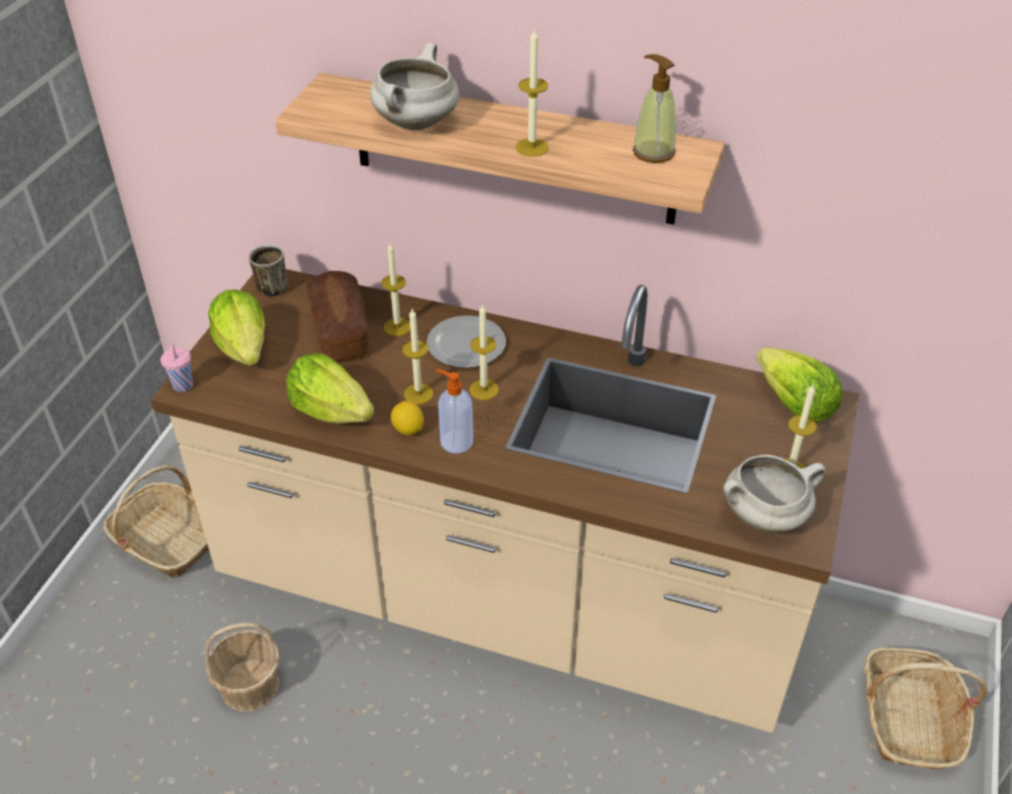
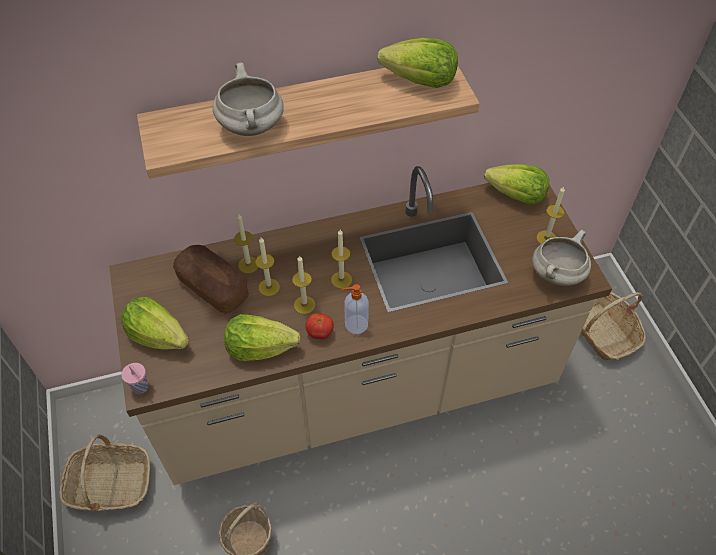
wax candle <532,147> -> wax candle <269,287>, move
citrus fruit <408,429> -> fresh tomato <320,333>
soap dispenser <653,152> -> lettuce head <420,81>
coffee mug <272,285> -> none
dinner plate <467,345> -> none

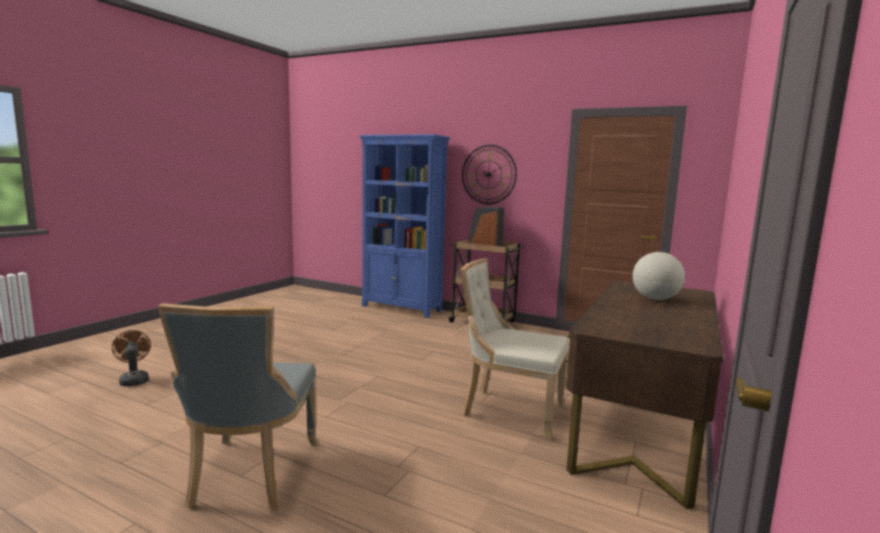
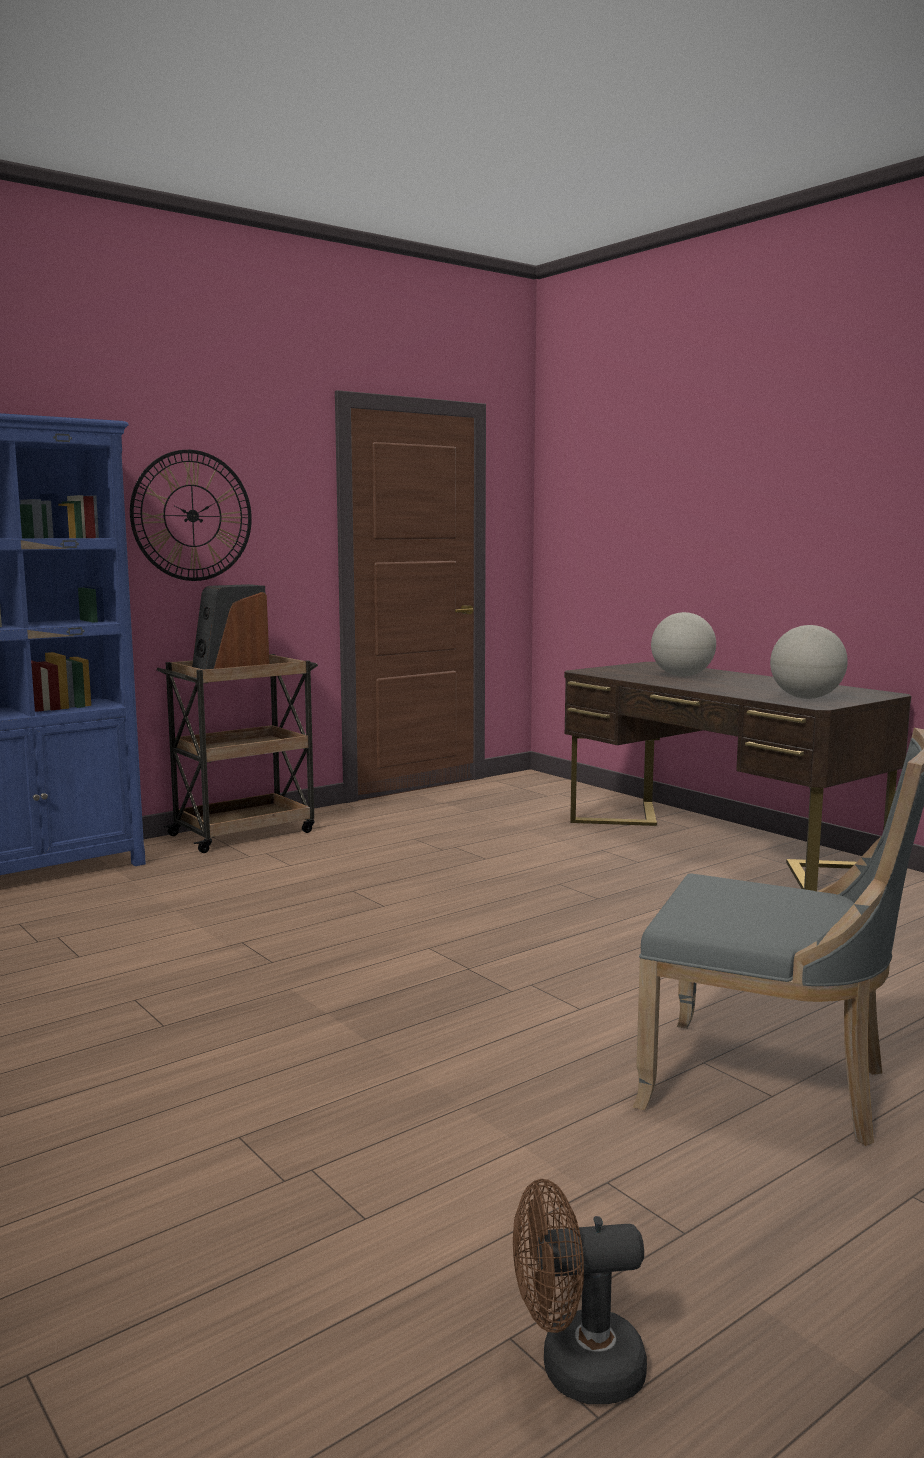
brown electric fan <134,380> -> brown electric fan <575,1369>, move
none -> globe <806,698>
beige plain chair <509,410> -> none

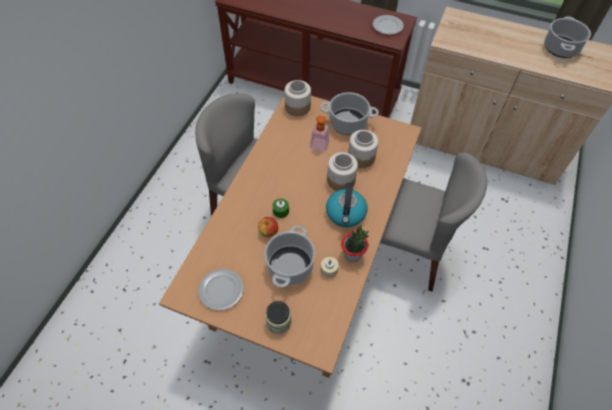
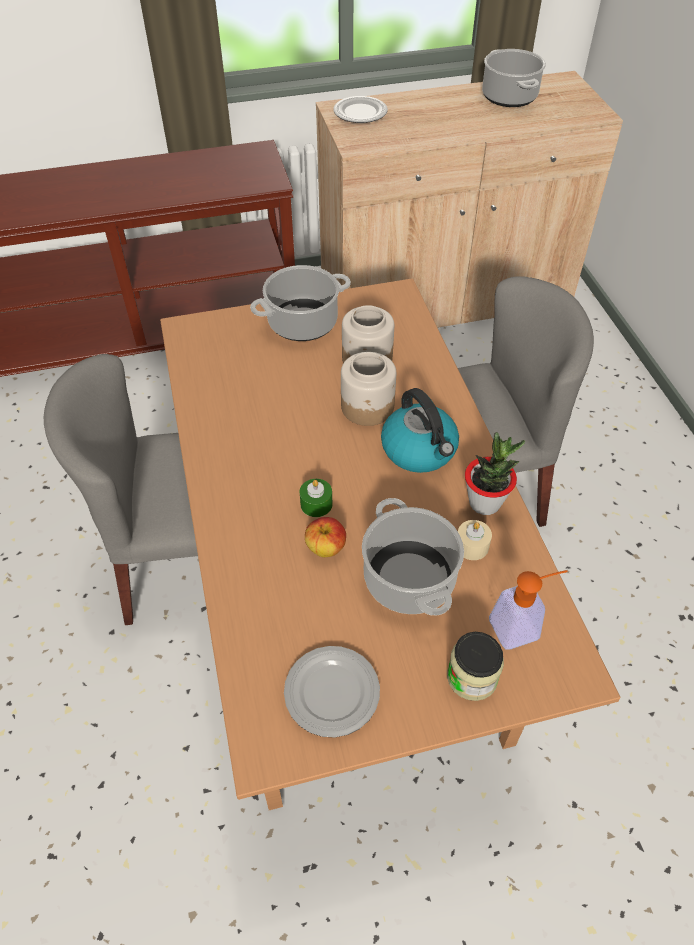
dinner plate <388,26> -> dinner plate <360,113>, move
soap dispenser <323,146> -> soap dispenser <521,626>, move
storage jar <297,107> -> none

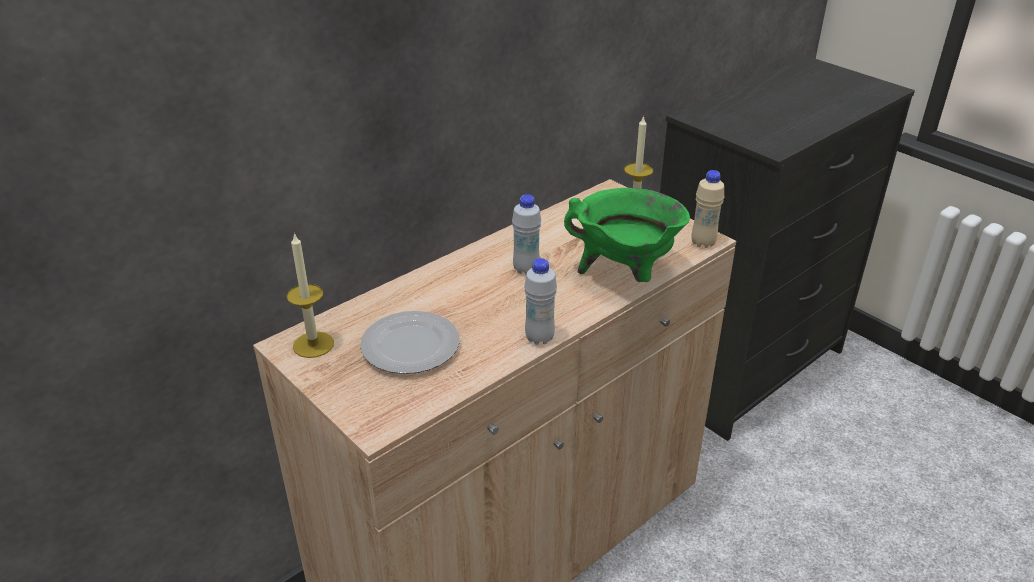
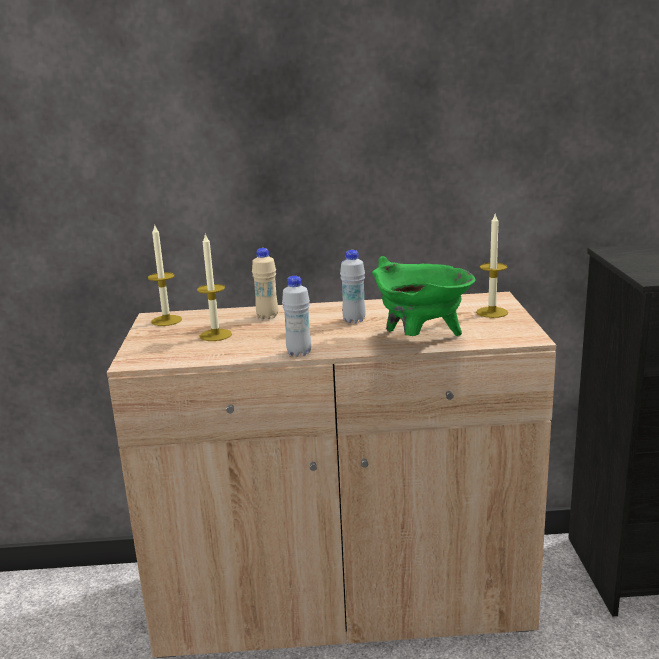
dinner plate <410,346> -> wax candle <215,335>
beige beverage bottle <703,243> -> beige beverage bottle <267,316>, move

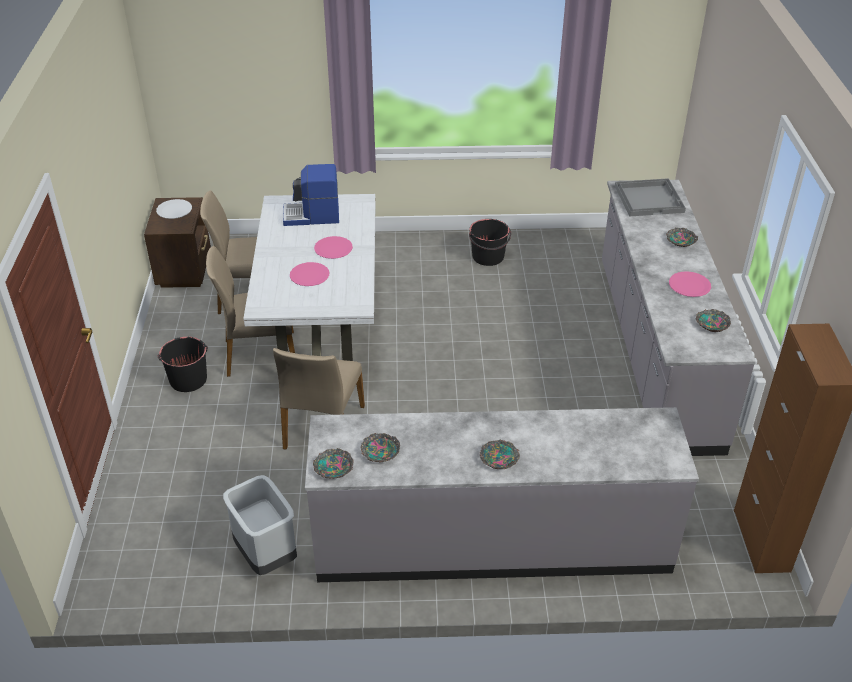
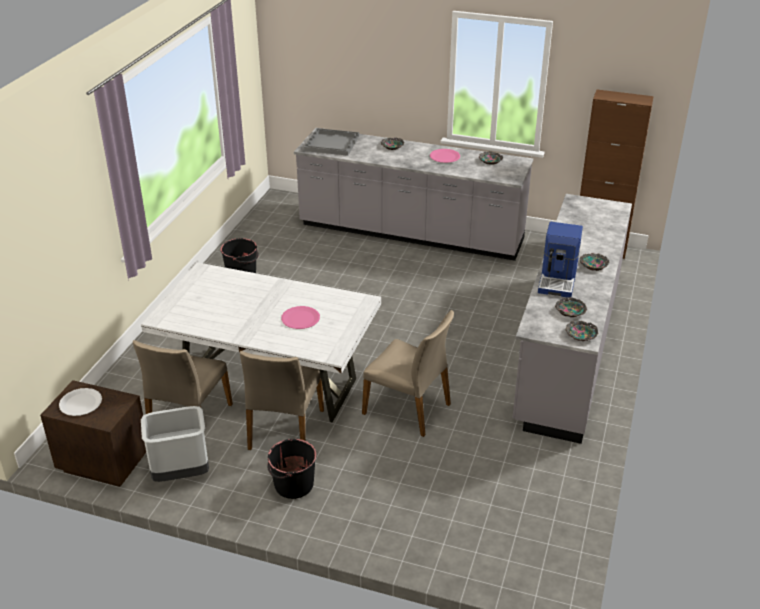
gray rubbish bin <265,555> -> gray rubbish bin <180,474>, move
coffee brewer <312,216> -> coffee brewer <558,279>, move
pink dinner plate <333,248> -> none

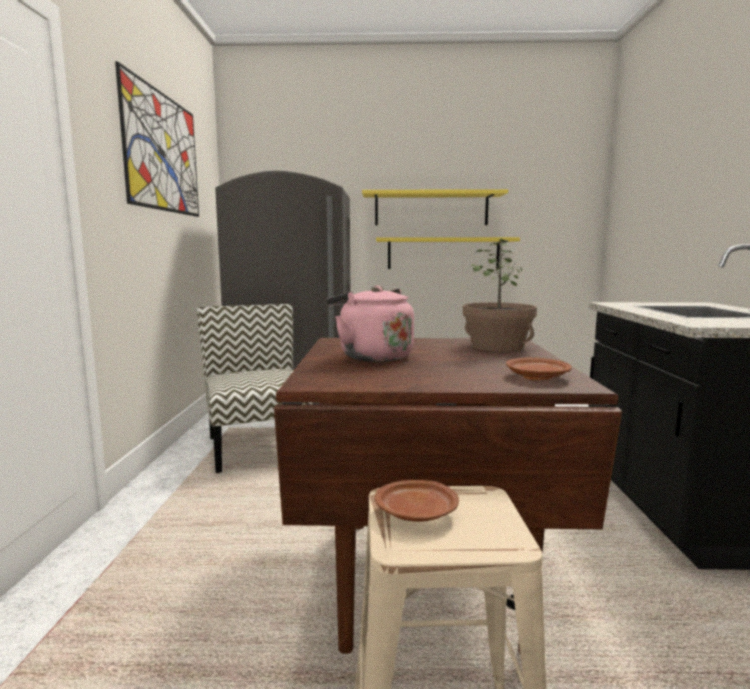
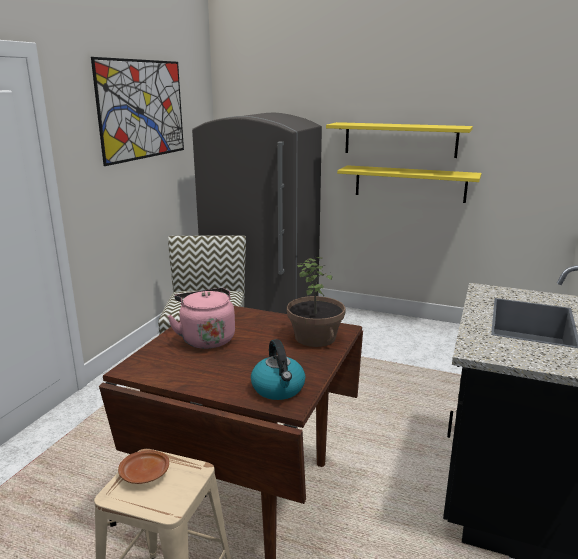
brown dinner plate <536,377> -> kettle <278,389>

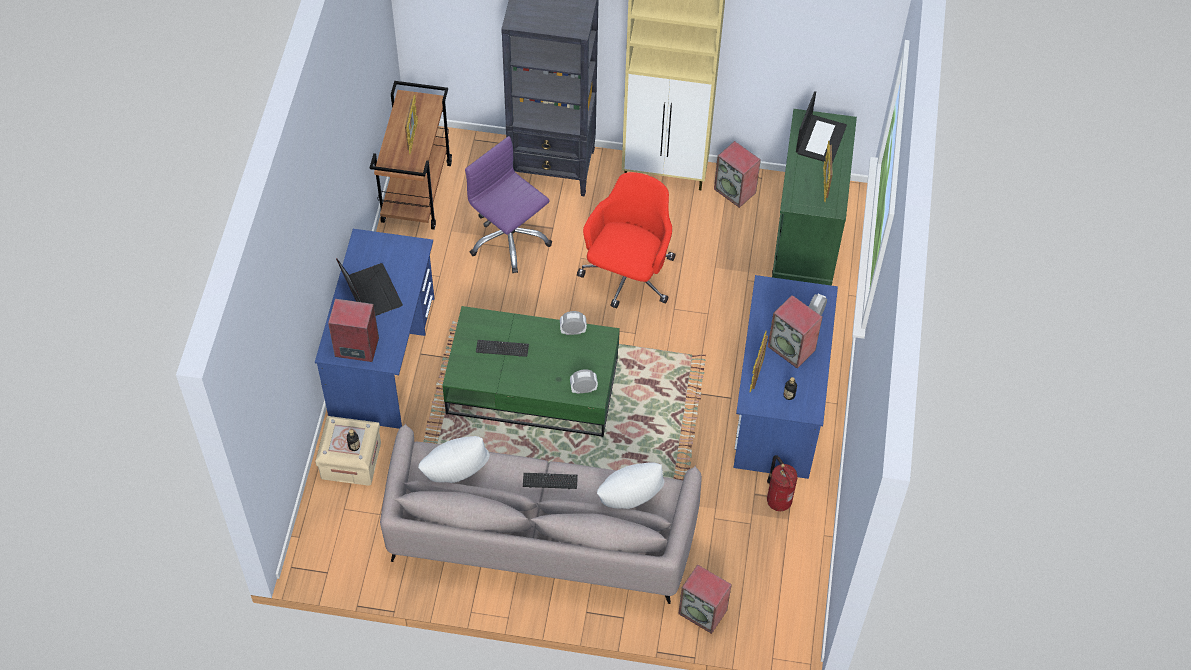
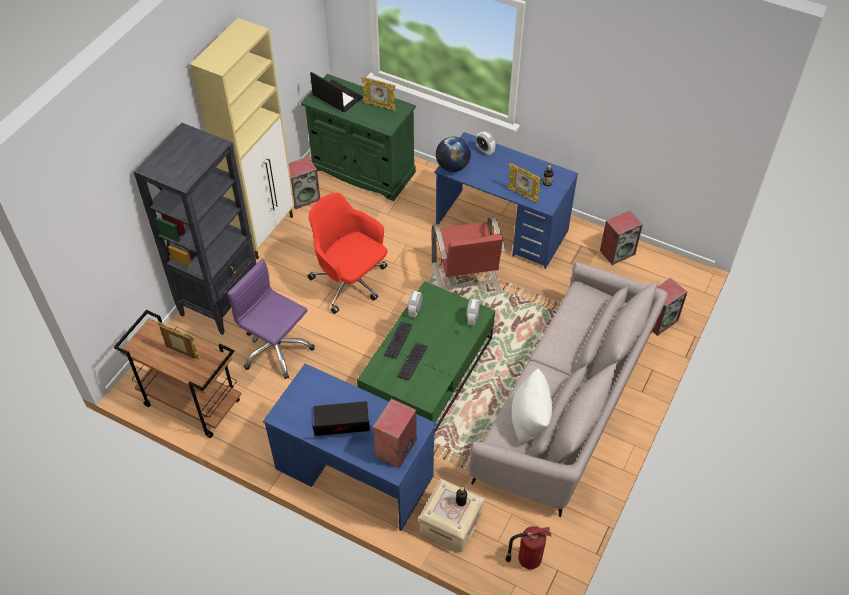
purple computer chair <508,239> -> purple computer chair <276,350>, 60 degrees clockwise
keyboard <550,481> -> keyboard <398,340>, move
none -> red plain chair <465,279>
none -> globe <452,166>
fire extinguisher <778,499> -> fire extinguisher <527,559>, move
speaker <792,348> -> speaker <617,252>, move
white-coloured pillow <630,504> -> none

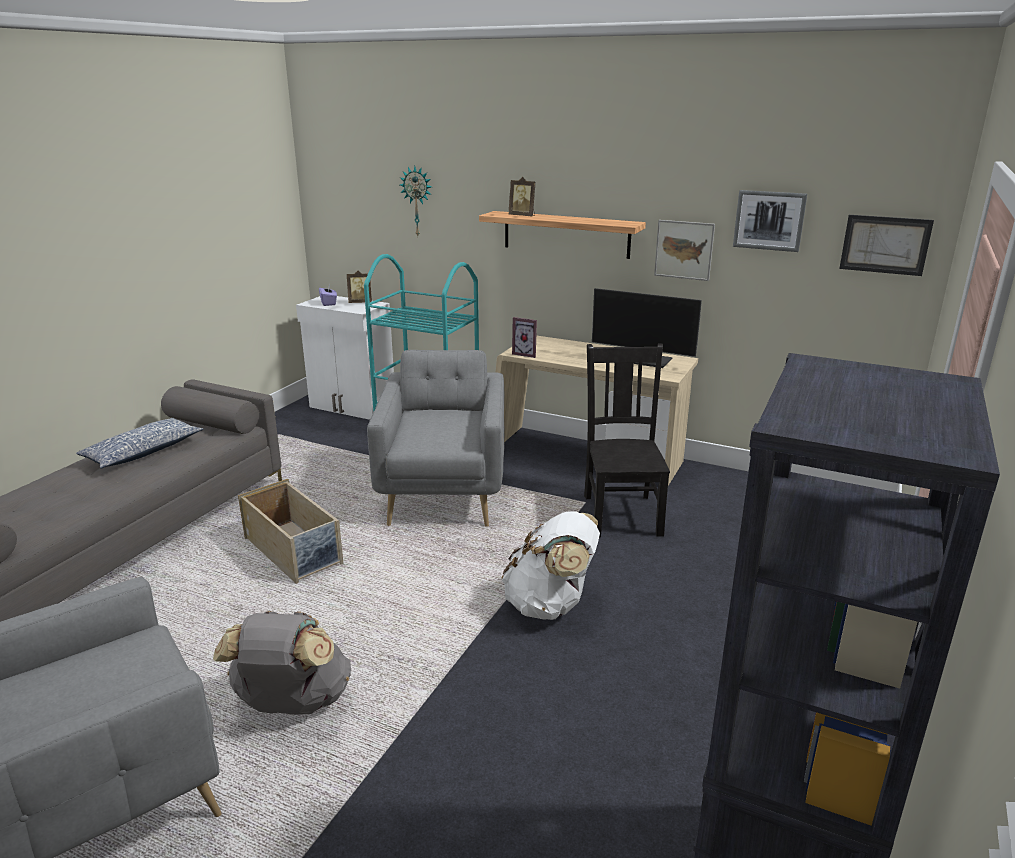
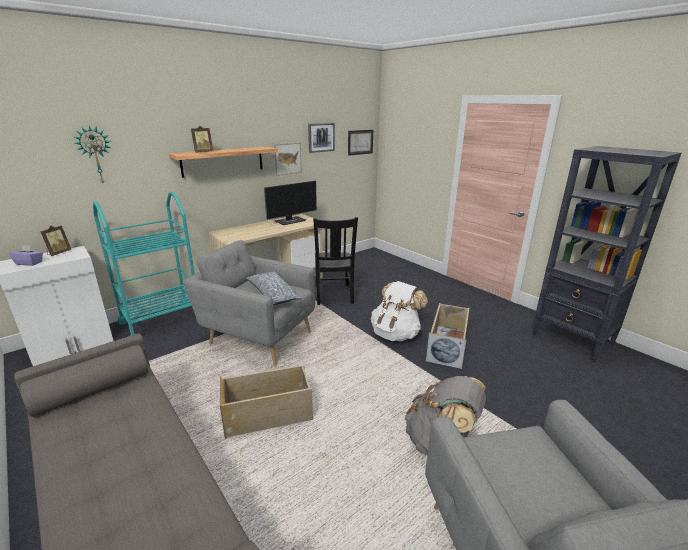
pillow <142,452> -> pillow <272,294>, move
blackish plain chair <621,513> -> blackish plain chair <333,295>, 120 degrees counterclockwise
none -> beige storage box <447,345>
picture frame <526,354> -> none

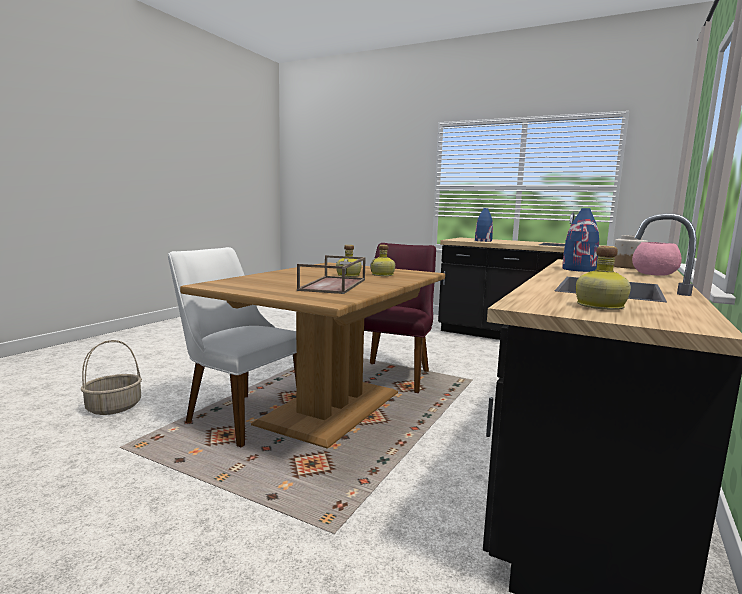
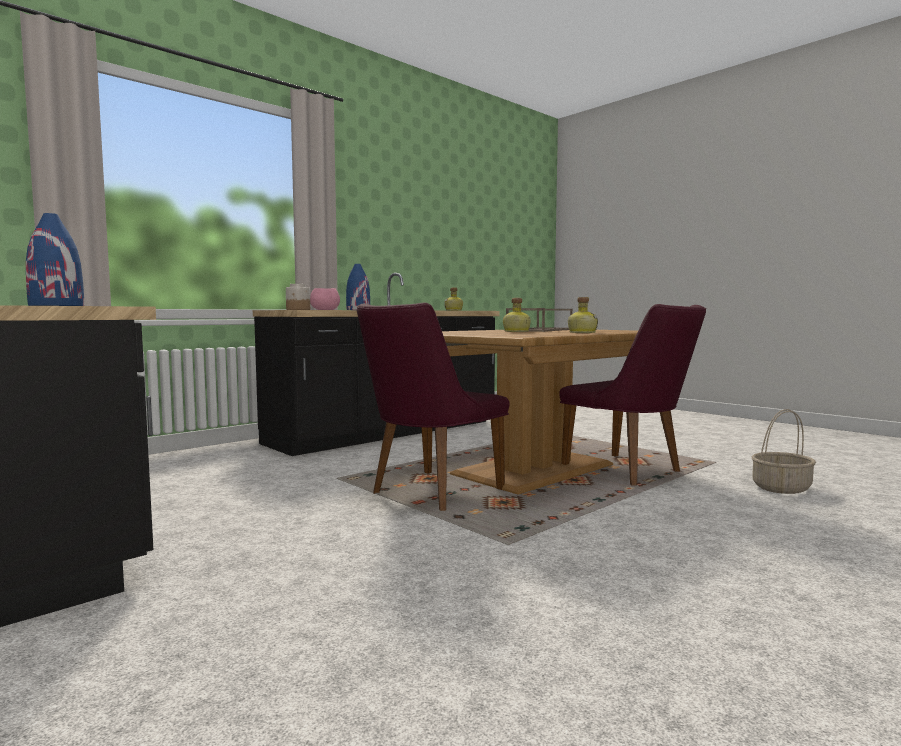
white-coloured plain chair <237,415> -> purple plain chair <631,472>
beverage bottle <383,275> -> beverage bottle <581,332>, move

